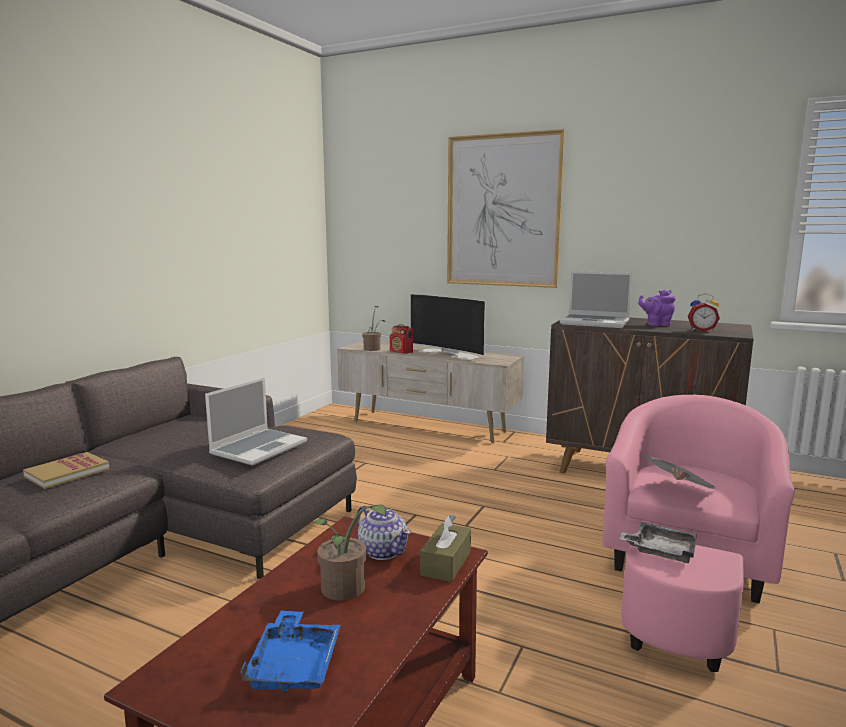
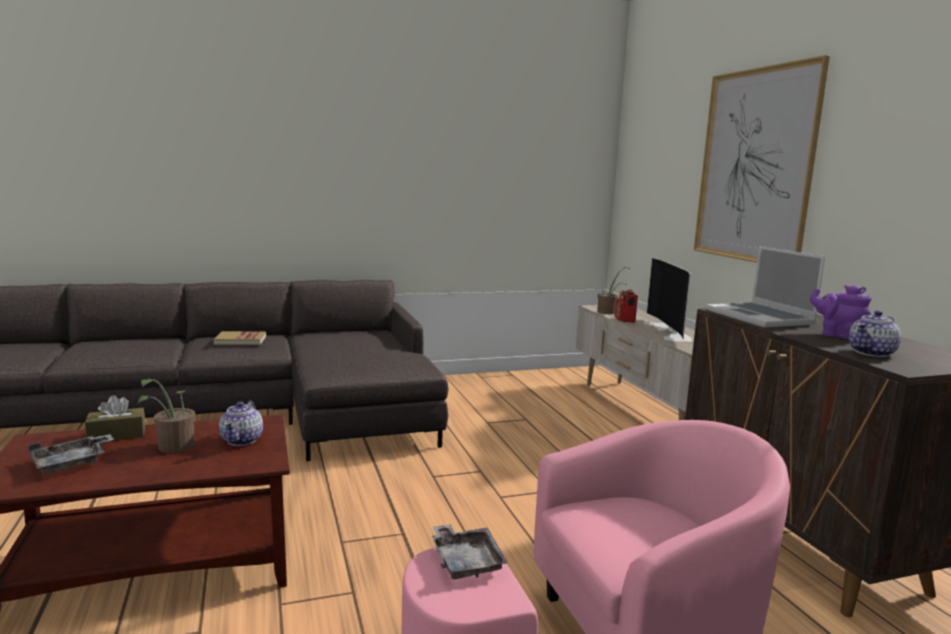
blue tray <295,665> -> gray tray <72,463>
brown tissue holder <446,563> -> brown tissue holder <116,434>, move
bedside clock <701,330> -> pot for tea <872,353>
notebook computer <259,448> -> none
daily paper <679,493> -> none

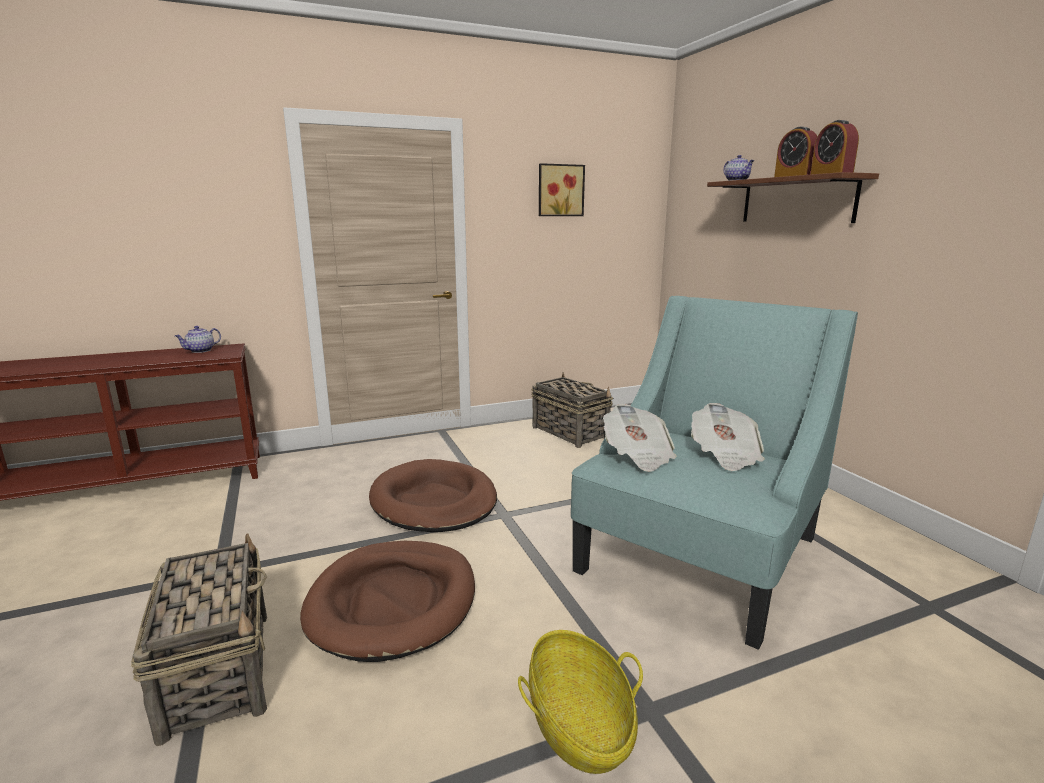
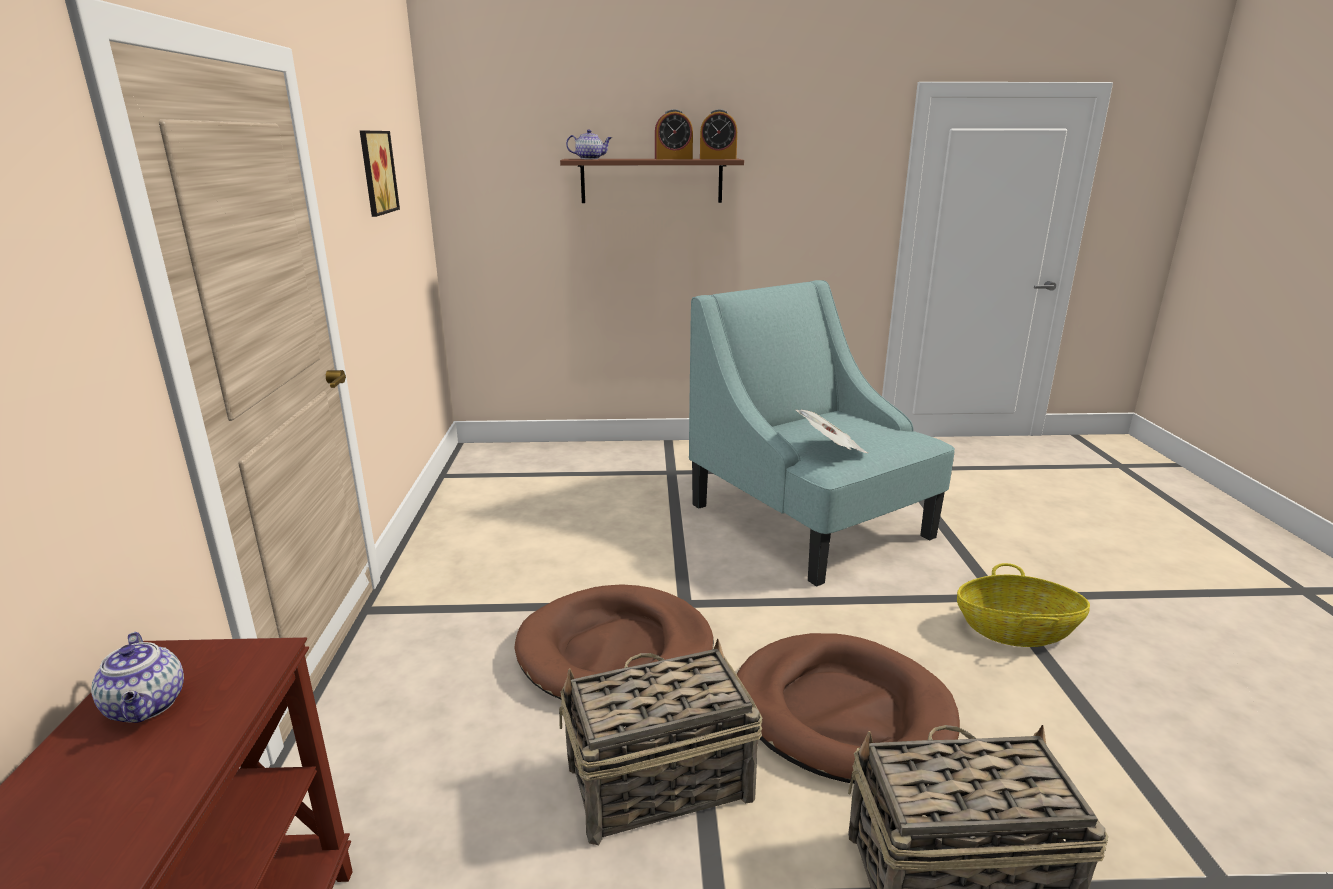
storage basket <569,432> -> storage basket <657,783>, move
daily paper <725,455> -> none

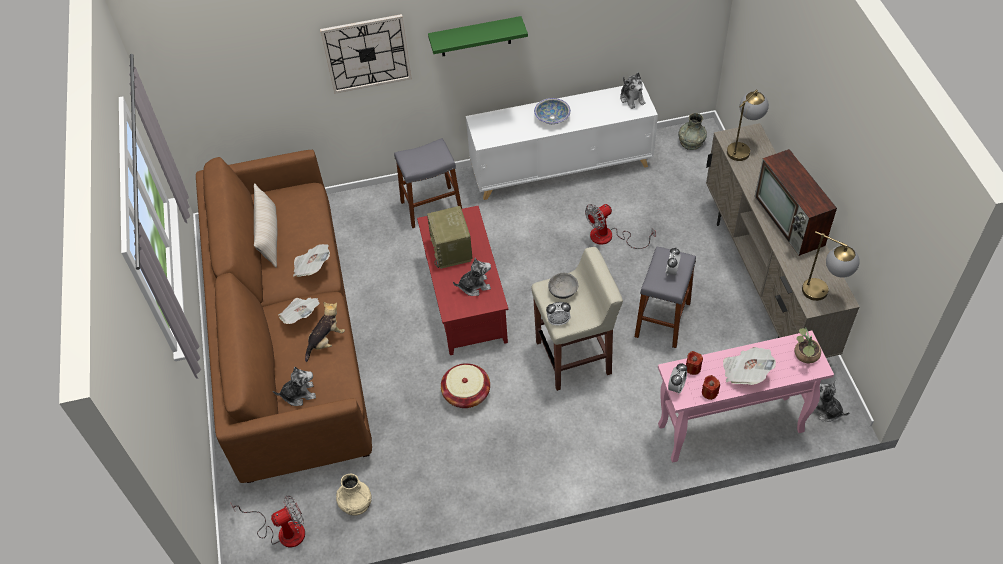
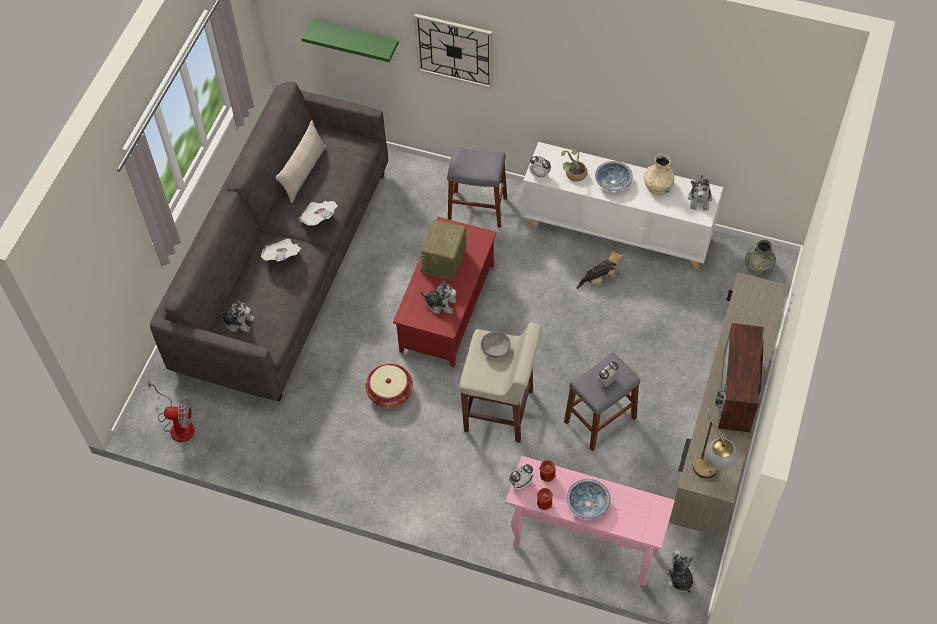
brown couch <291,339> -> gray couch <284,269>
green-coloured bracket shelf <475,37> -> green-coloured bracket shelf <356,40>, move
bedside clock <558,321> -> bedside clock <540,174>, move
potted plant <805,356> -> potted plant <573,175>, move
daily paper <745,372> -> serving bowl <587,503>
plush toy <326,341> -> plush toy <600,280>, move
beige decorative vase <355,503> -> beige decorative vase <658,185>, move
electric fan <609,237> -> none
table lamp <742,147> -> none

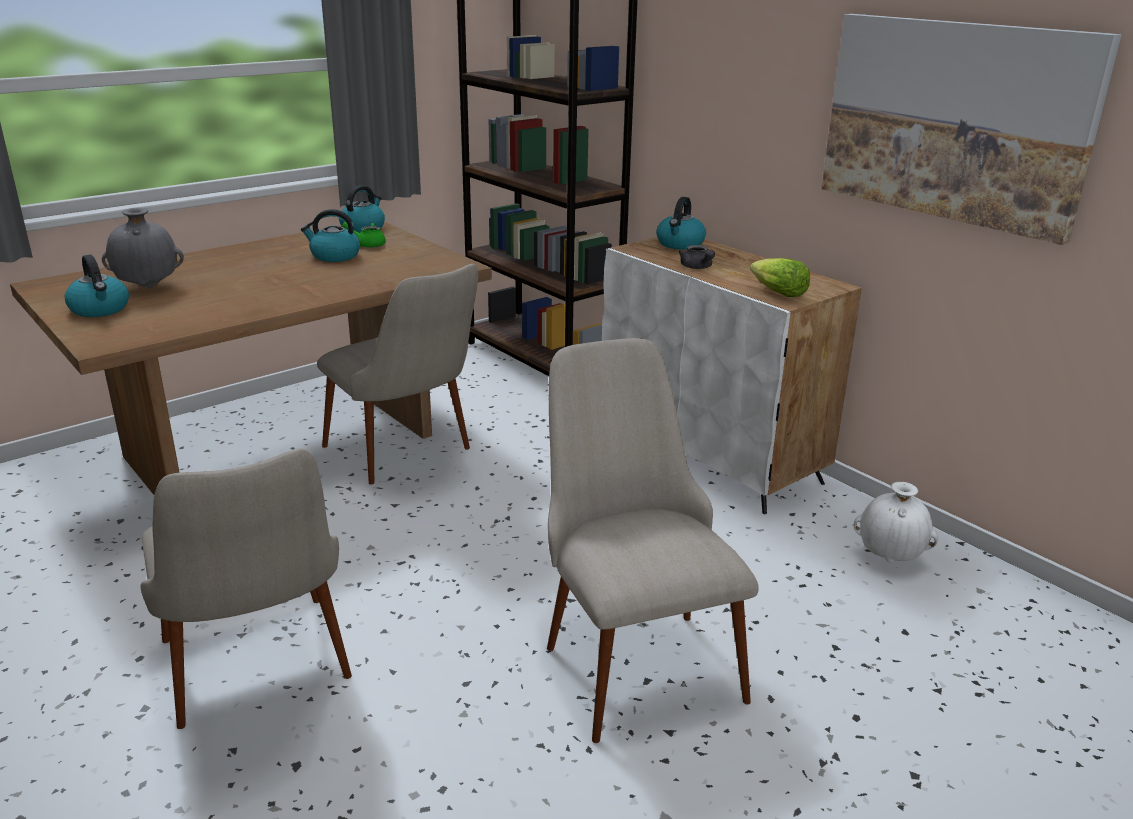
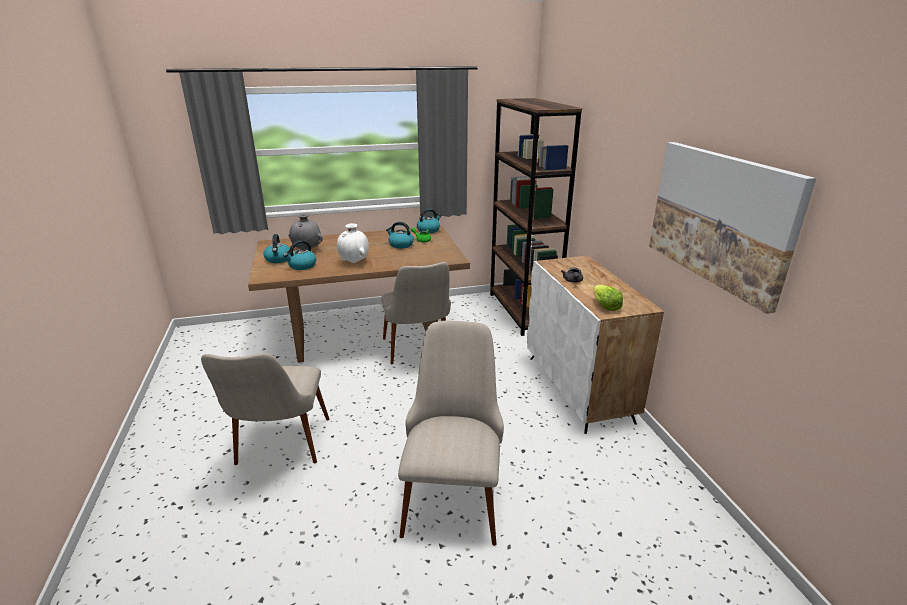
kettle <680,244> -> kettle <302,266>, move
white-coloured decorative vase <890,558> -> white-coloured decorative vase <354,262>, move

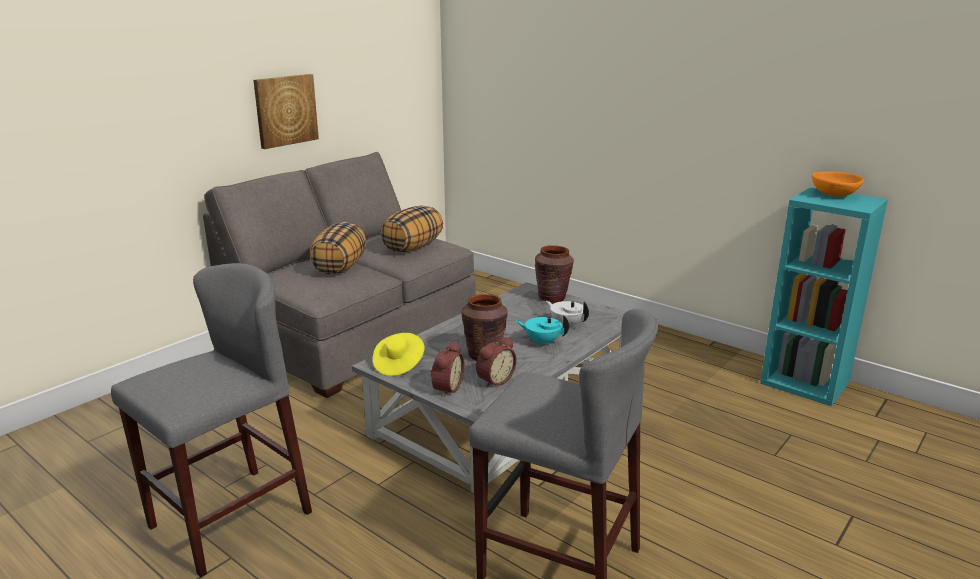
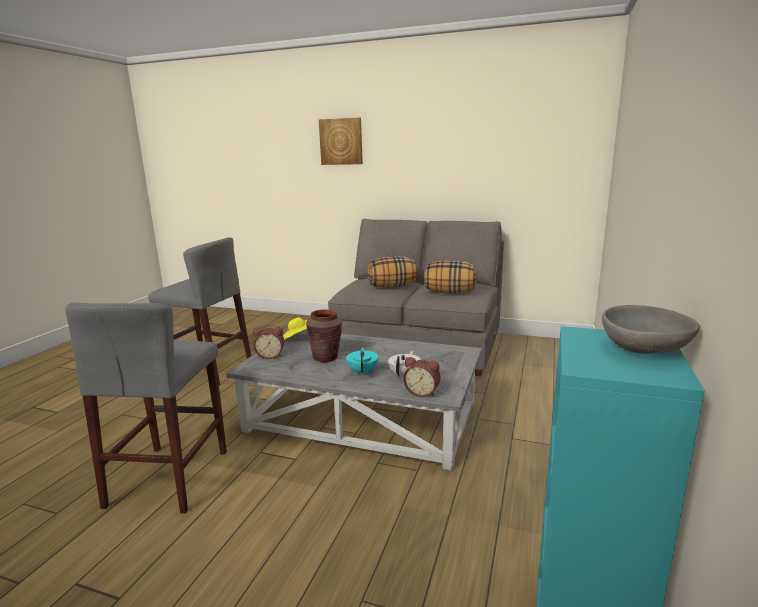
wall art <285,110> -> wall art <341,141>, move
bedside clock <494,380> -> bedside clock <422,392>, move
orangey serving bowl <834,195> -> gray serving bowl <643,349>
brown decorative vase <552,297> -> none

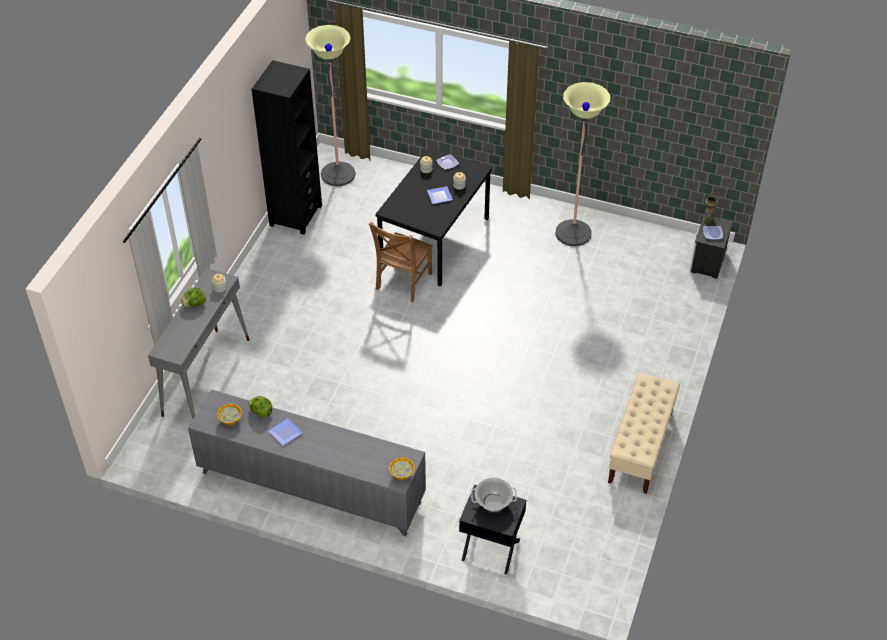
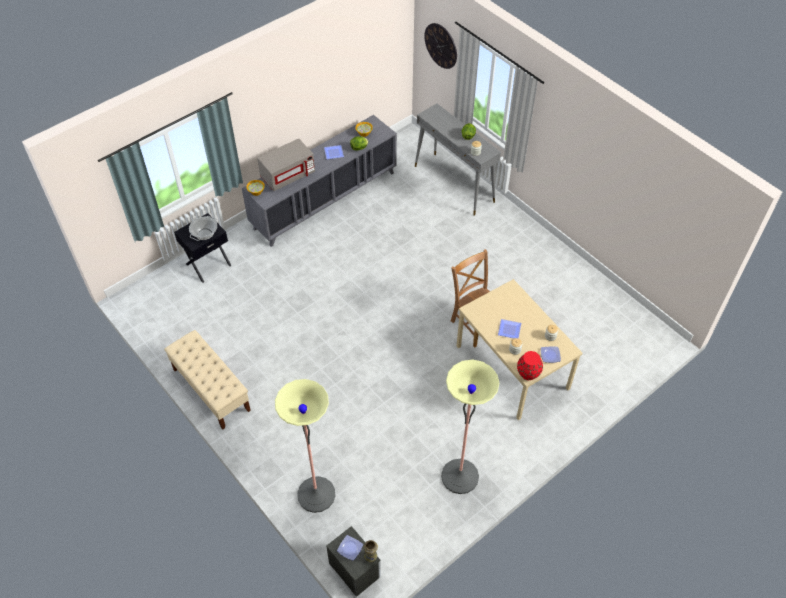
none -> gray microwave <287,175>
floor lamp <338,174> -> floor lamp <316,494>, move
none -> wall clock <441,45>
blackish dining table <435,241> -> beige dining table <511,367>
none -> red decorative vase <527,373>
blackish bookcase <295,215> -> none

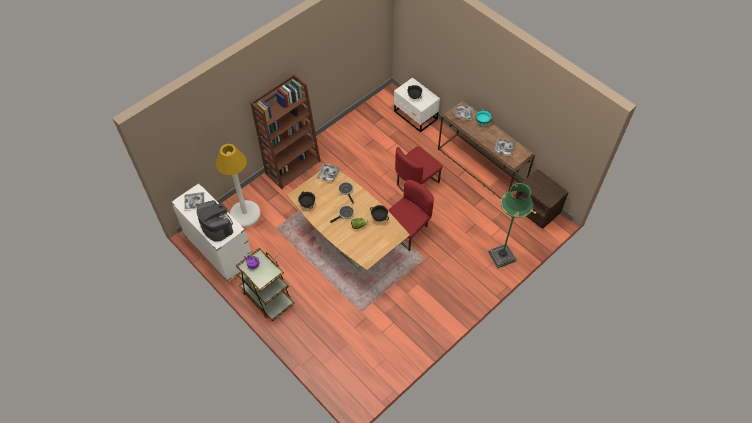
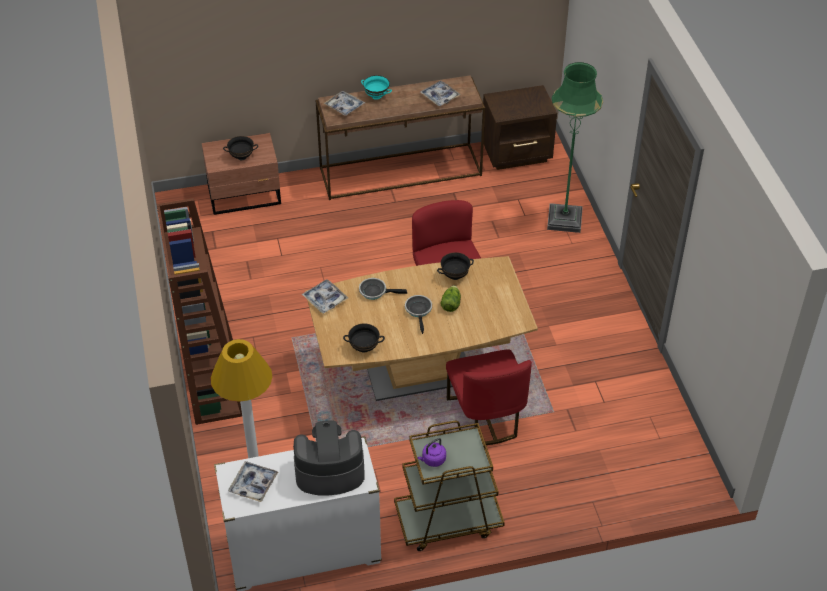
white-coloured nightstand <415,116> -> brown nightstand <245,196>
red plain chair <416,182> -> red plain chair <486,417>, move

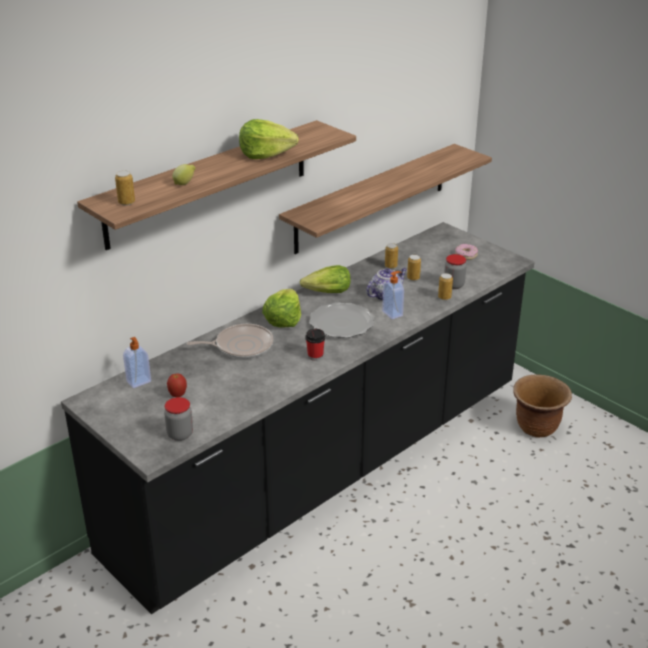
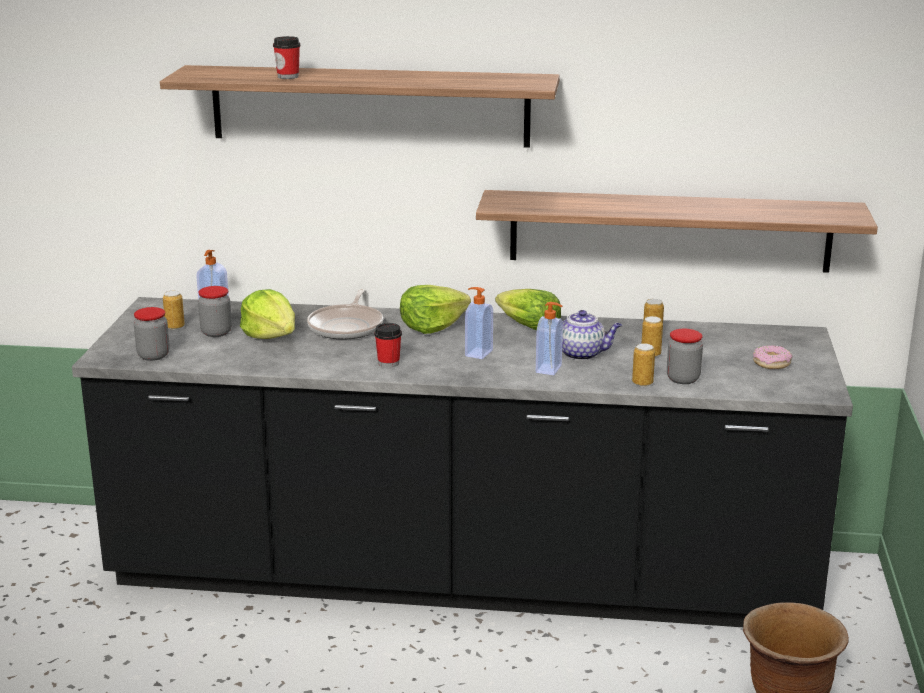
sealed can <126,202> -> sealed can <175,327>, move
apple <177,395> -> storage jar <216,332>
lettuce head <265,154> -> lettuce head <271,335>, move
citrus fruit <184,184> -> cup <288,77>
pan <241,346> -> pan <347,326>, 60 degrees clockwise
dinner plate <342,323> -> soap dispenser <478,353>

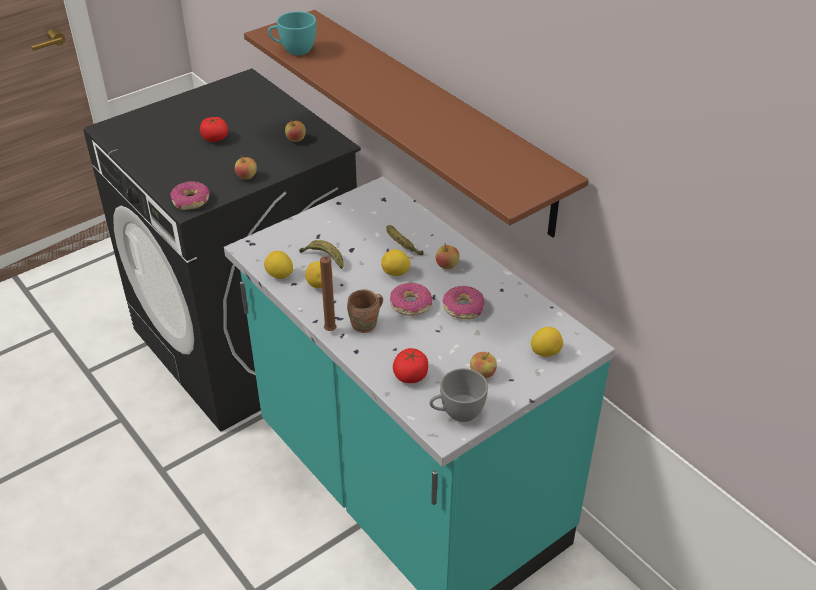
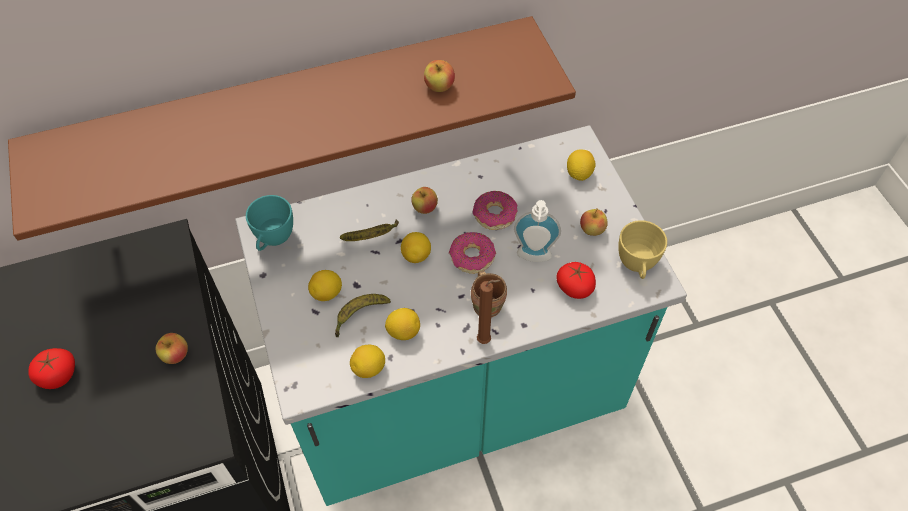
blue-green cup <293,50> -> blue-green cup <273,240>, move
none -> citrus fruit <327,293>
apple <296,140> -> apple <439,87>, move
none -> soap dispenser <533,258>
gray cup <457,413> -> yellow cup <637,266>
donut <191,201> -> none

